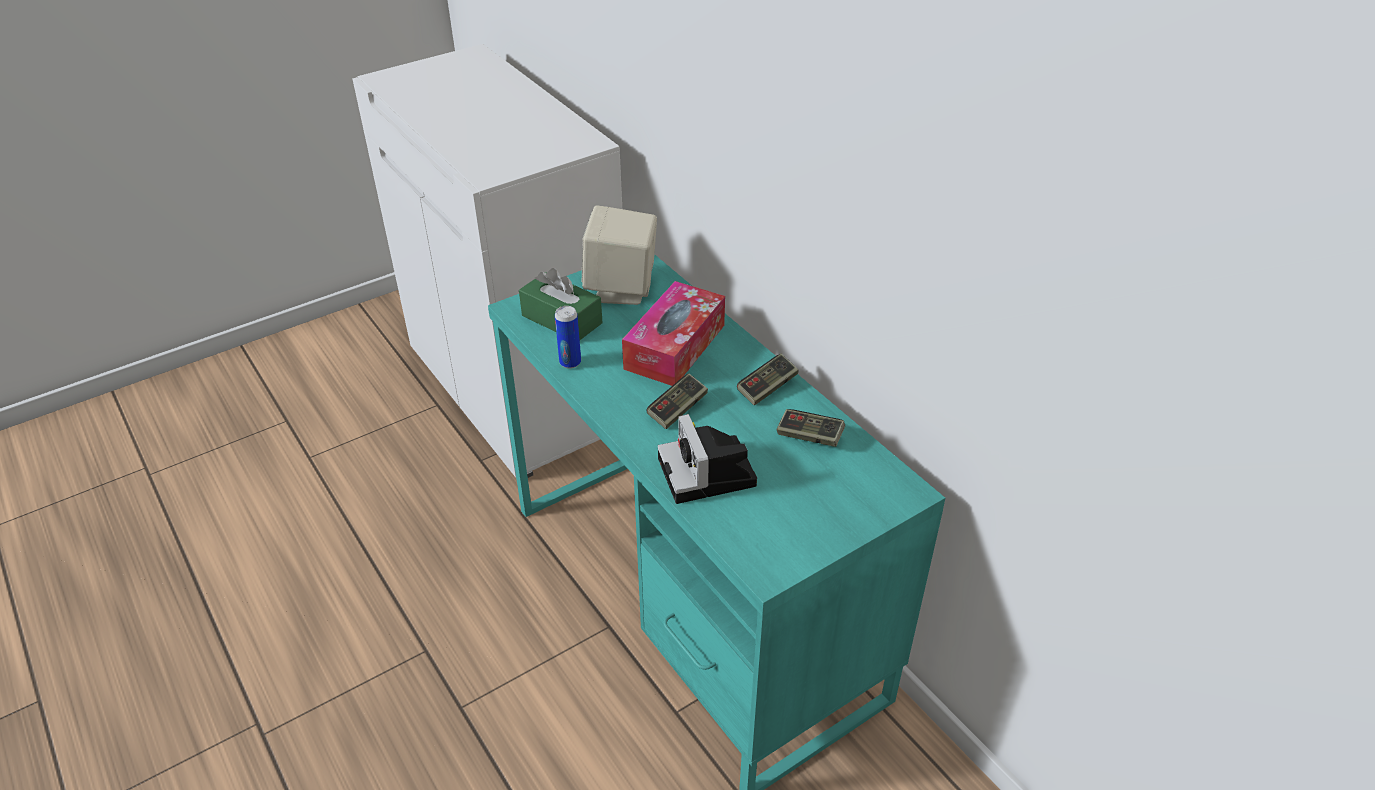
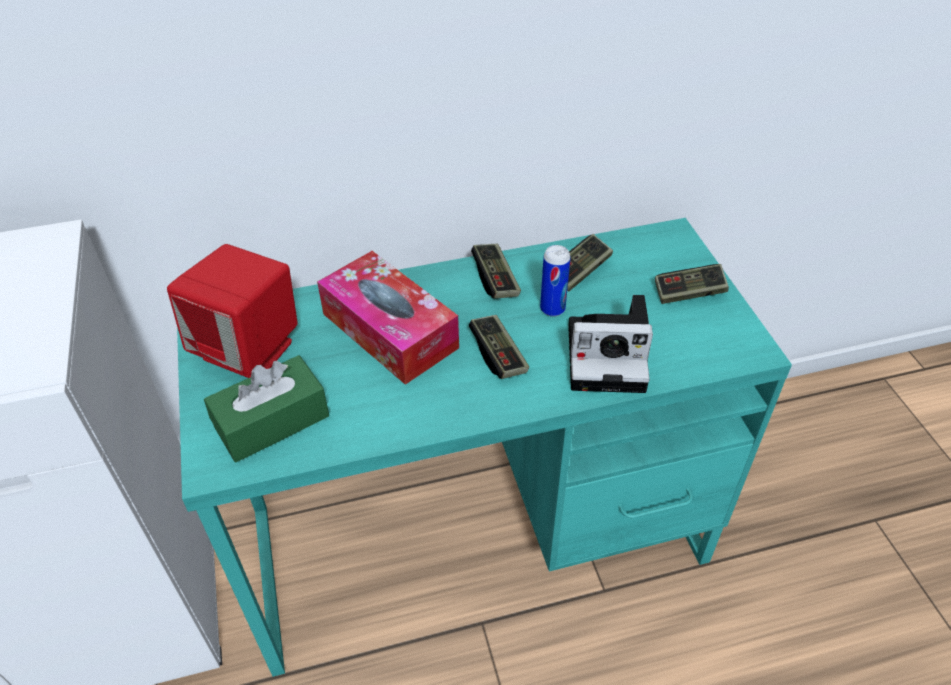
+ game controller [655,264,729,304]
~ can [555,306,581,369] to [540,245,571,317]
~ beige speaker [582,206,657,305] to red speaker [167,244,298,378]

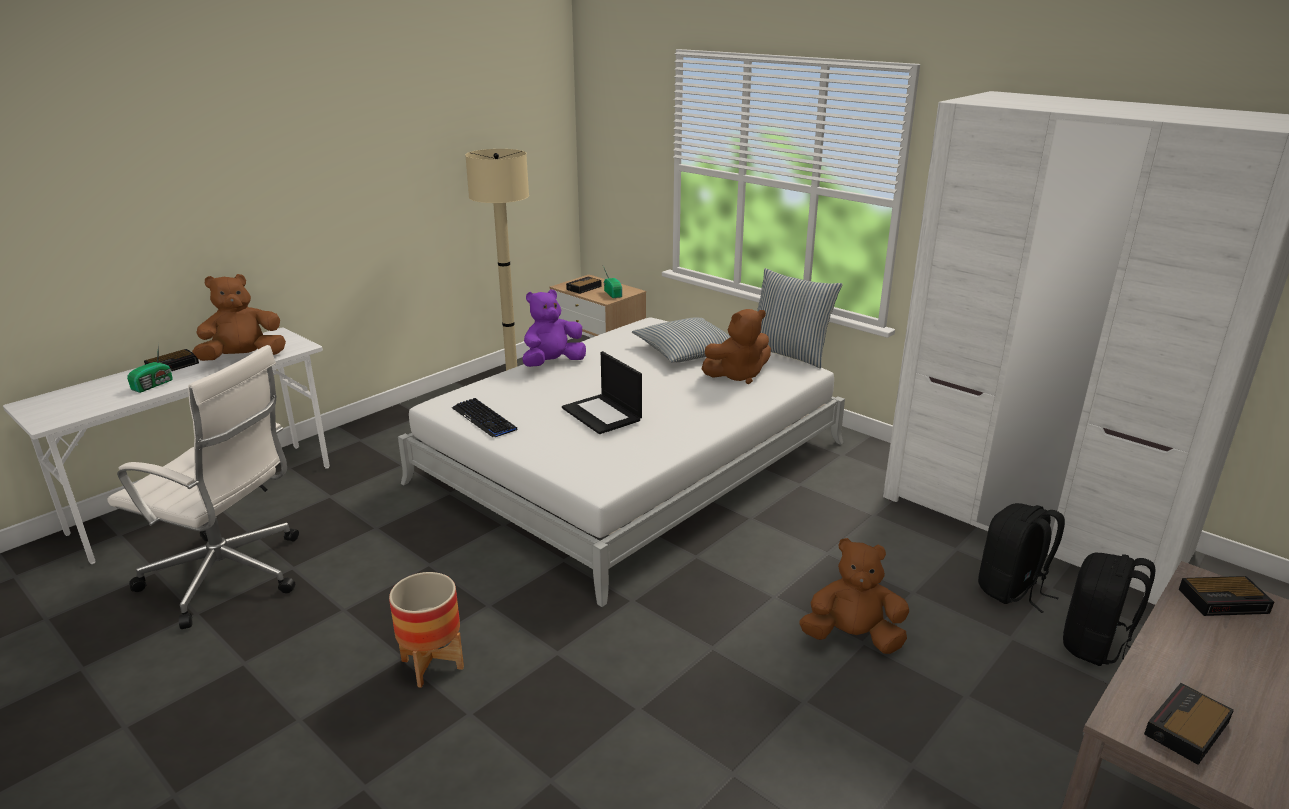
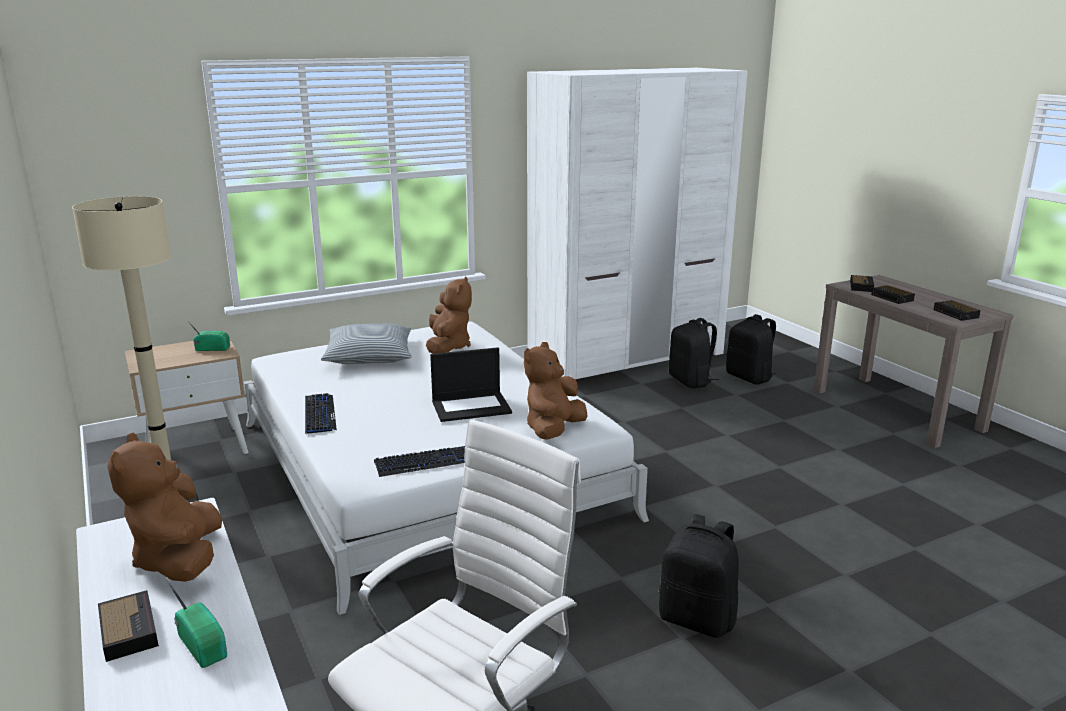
- pillow [757,268,843,368]
~ alarm clock [566,277,601,294] to [871,285,915,304]
~ brown plush toy [799,538,909,654] to [524,342,588,440]
~ planter [389,572,464,688] to black backpack [659,514,739,638]
~ purple plush toy [522,289,586,367] to keyboard [305,393,337,434]

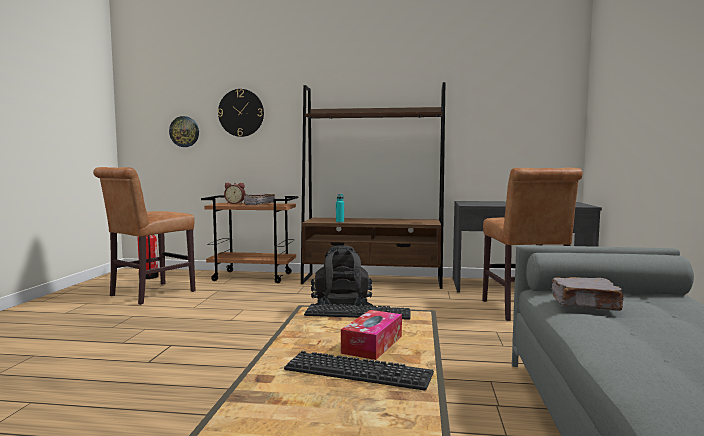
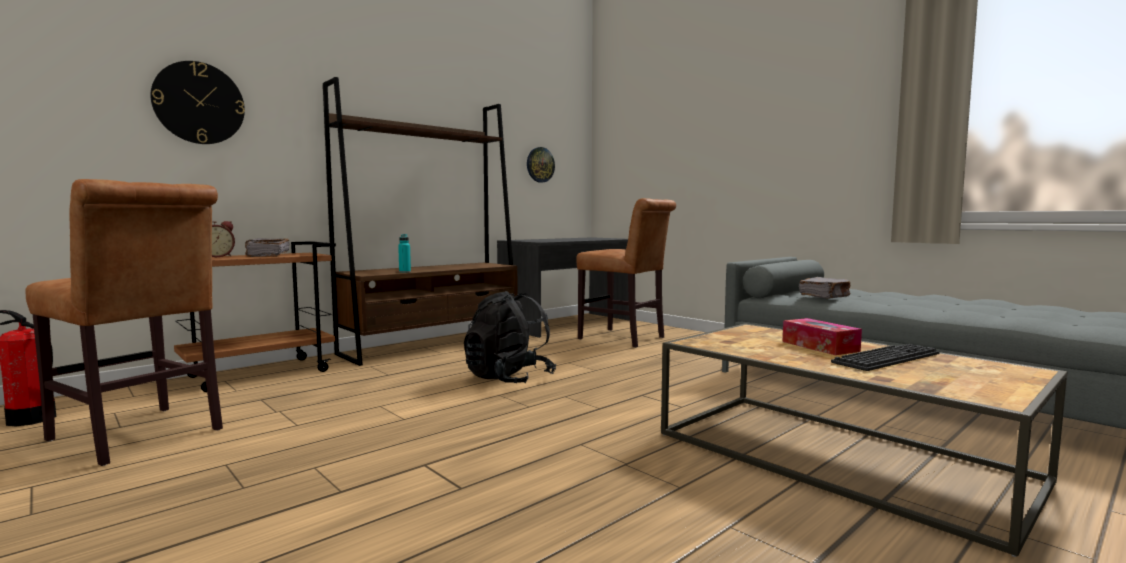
- keyboard [304,304,410,320]
~ wall clock [169,116,199,147] to [527,147,555,183]
~ brown chair [93,167,196,305] = [25,179,223,466] 45 degrees counterclockwise

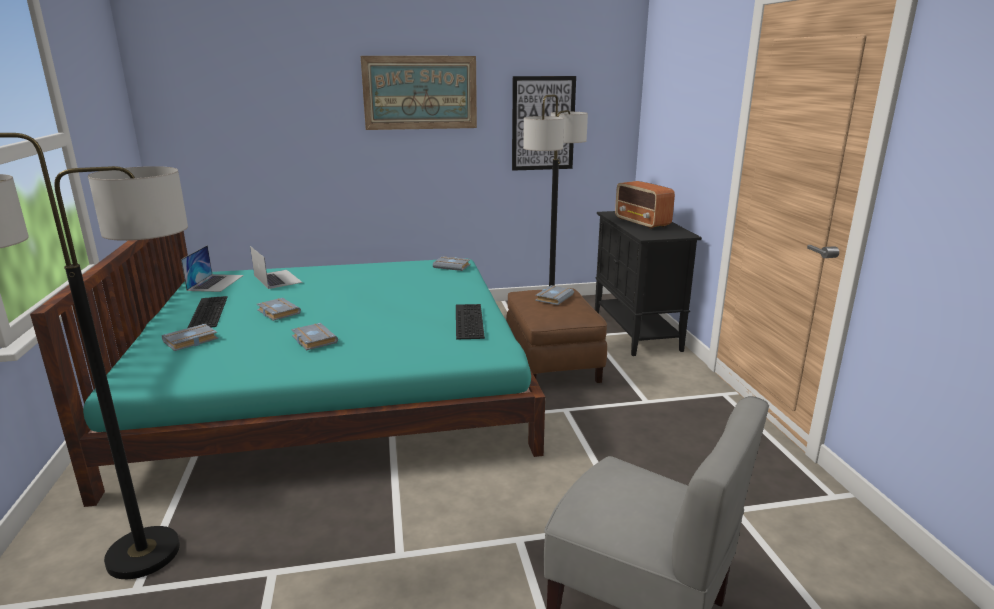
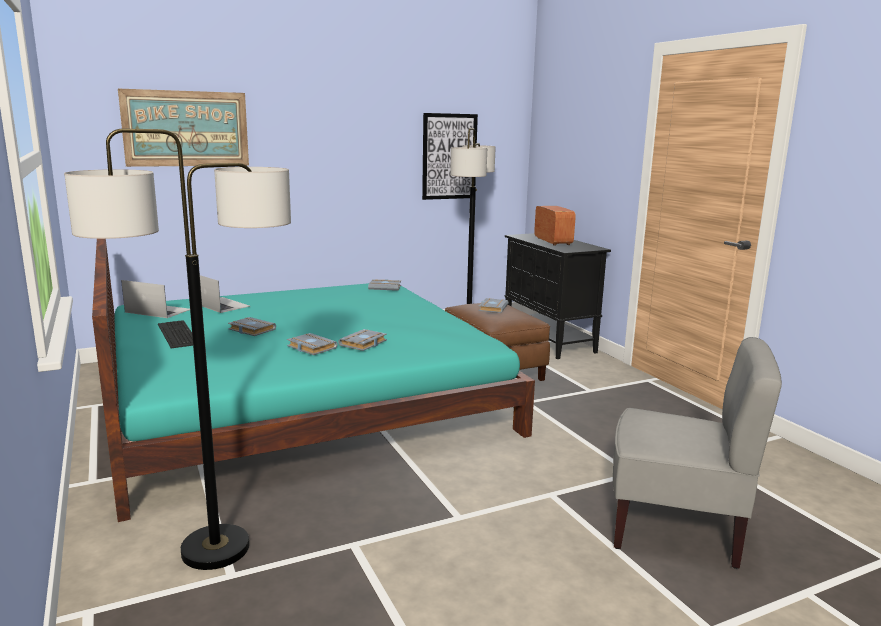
- keyboard [456,304,485,340]
~ grey book [162,324,218,351] to [338,329,387,351]
~ picture [360,56,477,130] to [118,89,249,167]
~ laptop [181,245,244,292] = [121,280,190,318] 60 degrees counterclockwise
~ radio [615,181,675,229] = [534,206,575,246] 150 degrees counterclockwise

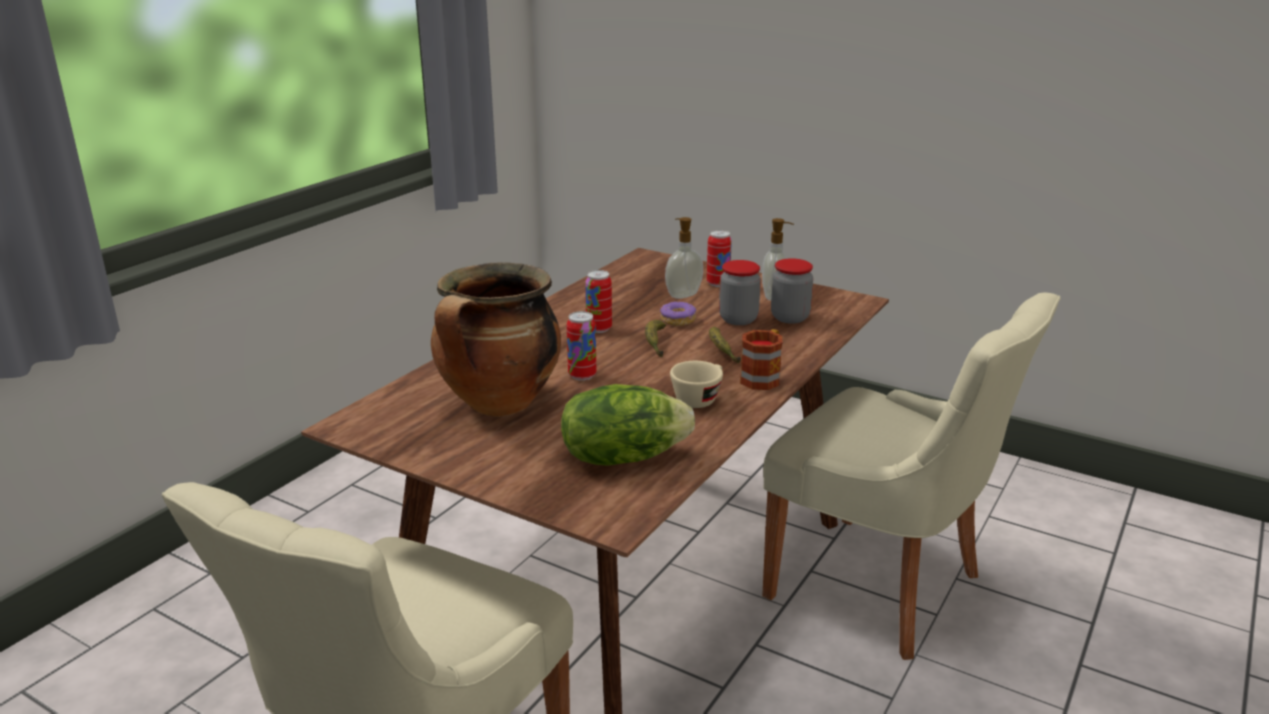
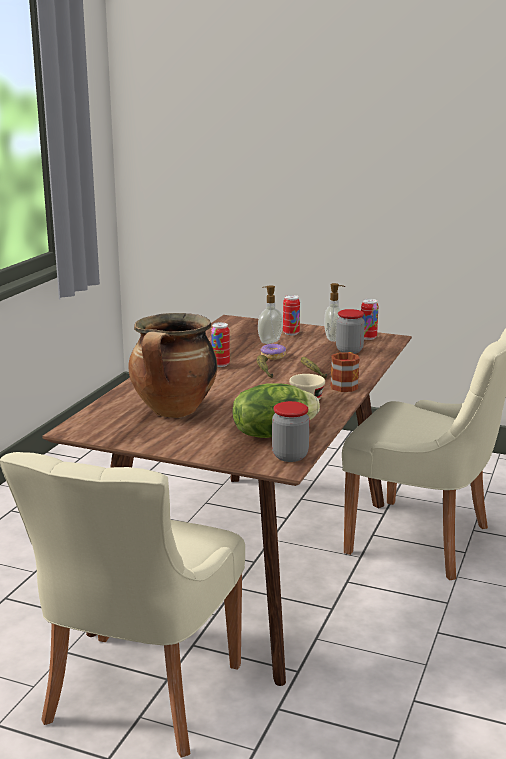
~ can [567,311,596,381] to [361,299,378,340]
~ jar [719,260,761,325] to [272,401,310,462]

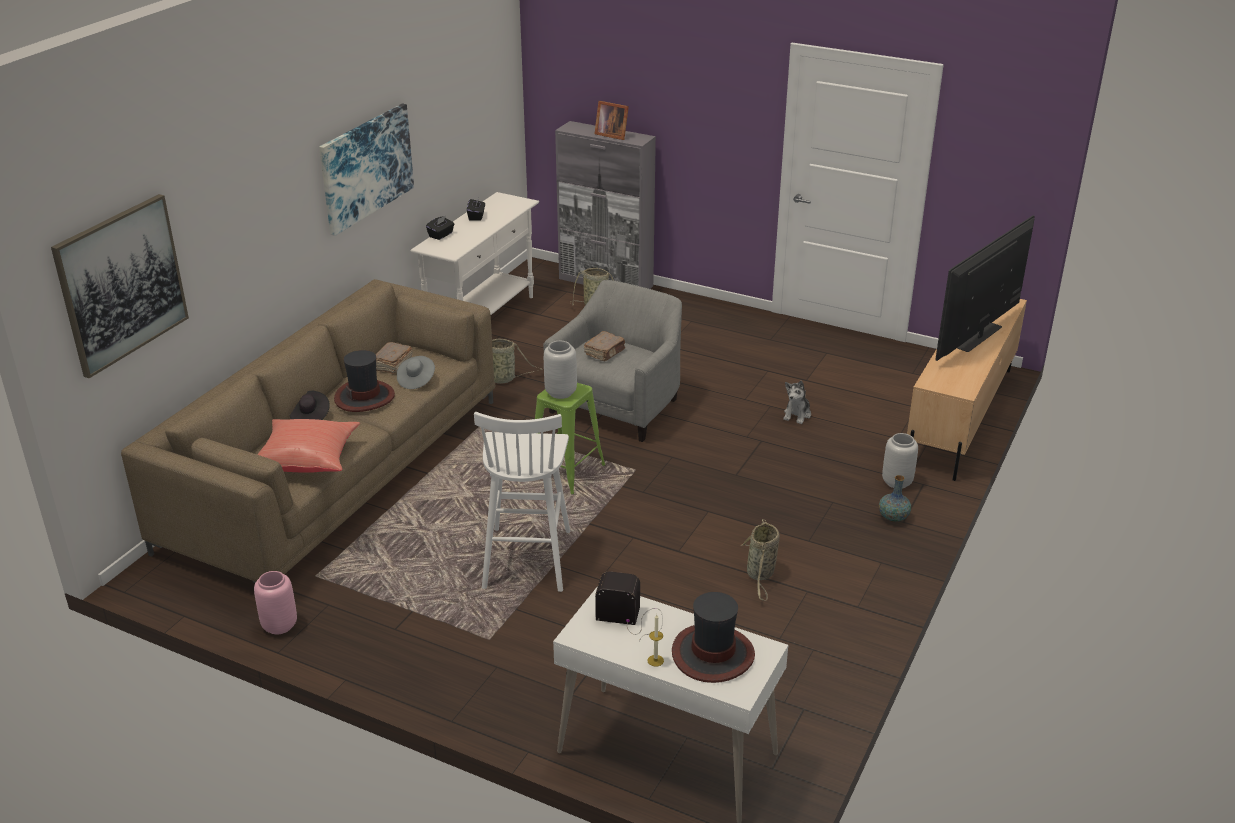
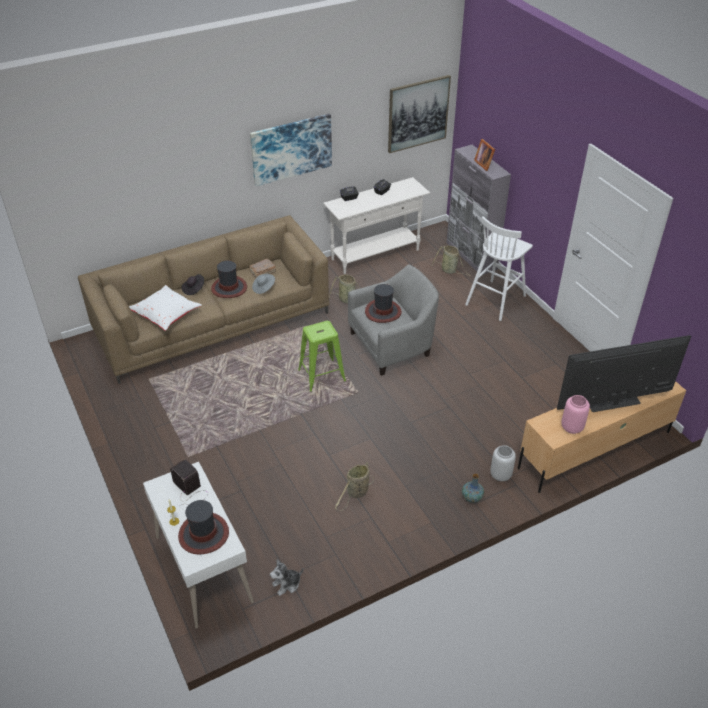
- grey vase [544,341,577,399]
~ picture [51,194,189,378] to [388,75,451,153]
~ pink vase [254,571,297,634] to [561,395,590,434]
~ white stool [474,412,571,592] to [465,216,533,321]
~ plush toy [783,380,811,424] to [270,559,303,596]
~ brown book [584,331,625,361] to hat [365,284,402,323]
~ red pillow [257,419,360,473] to white pillow [129,285,202,331]

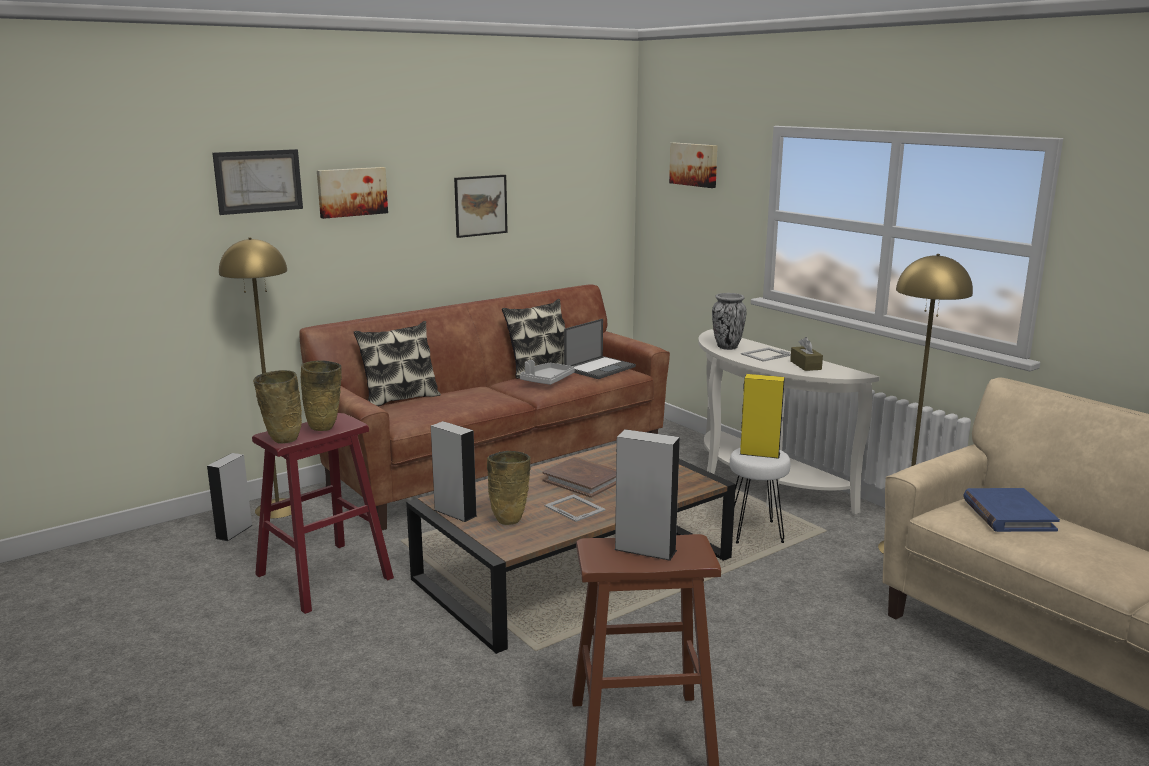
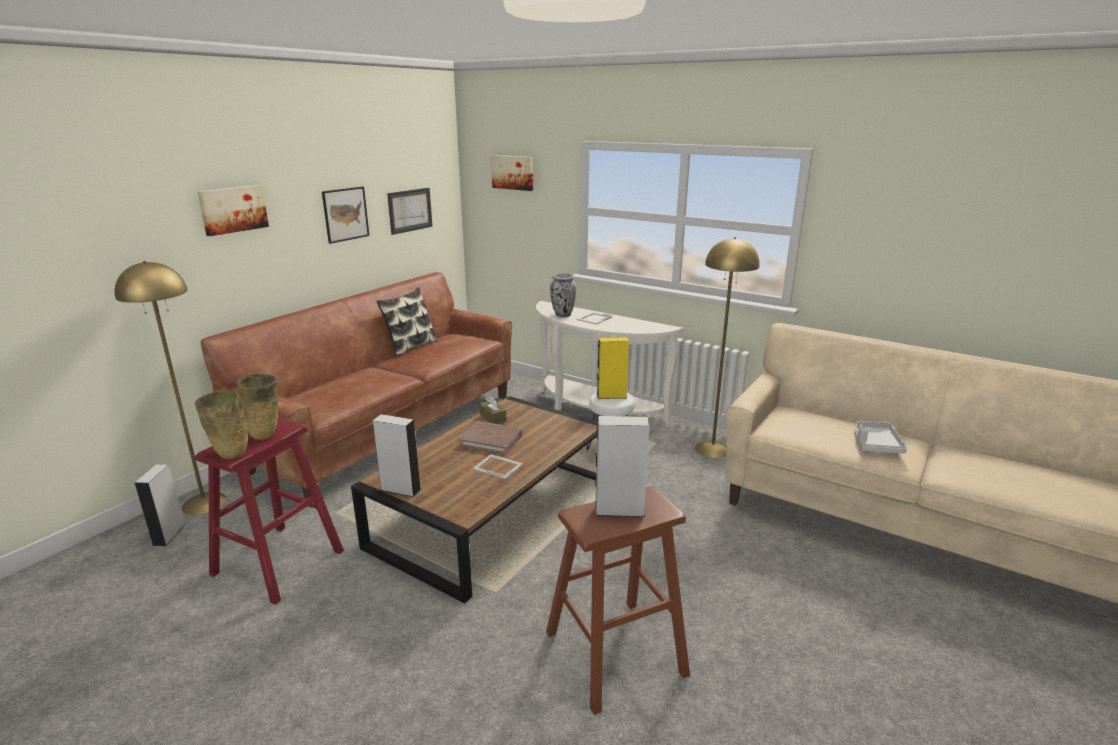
- pillow [354,321,441,406]
- beige vase [487,451,531,525]
- laptop [564,319,636,379]
- blue book [964,488,1060,532]
~ picture [212,149,303,215] to [387,188,432,235]
~ grey tray [520,360,575,385] to [854,421,907,454]
~ brown tissue box [790,337,823,371] to [480,395,507,424]

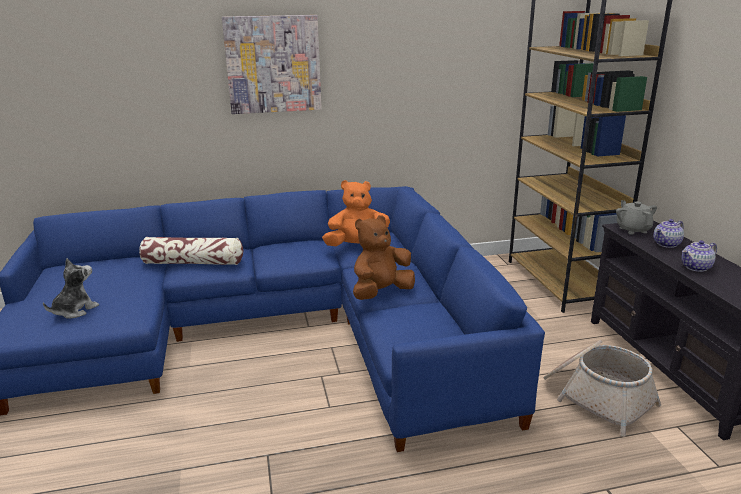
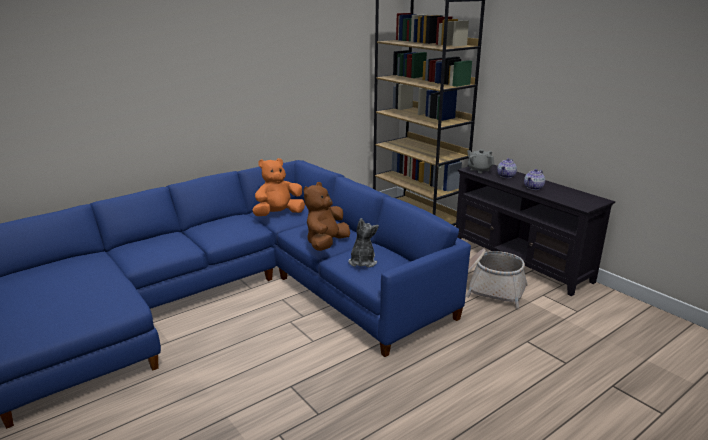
- pillow [139,237,243,265]
- picture [222,15,322,114]
~ plush toy [43,258,99,319] to [349,218,379,268]

